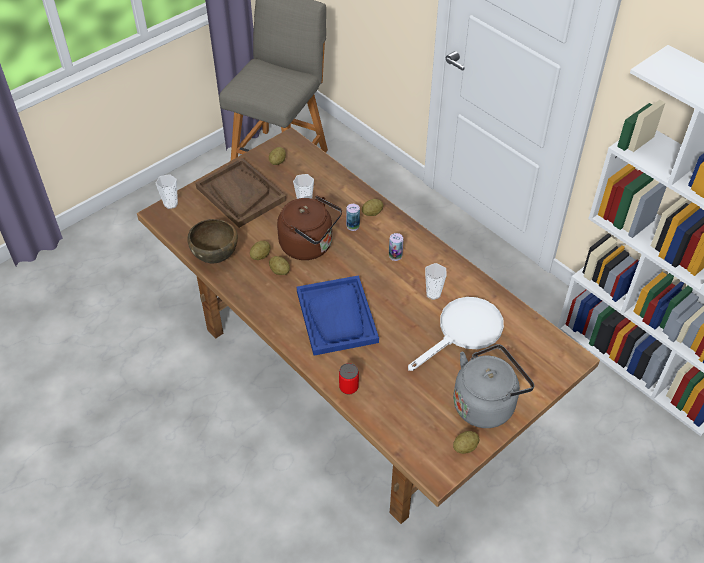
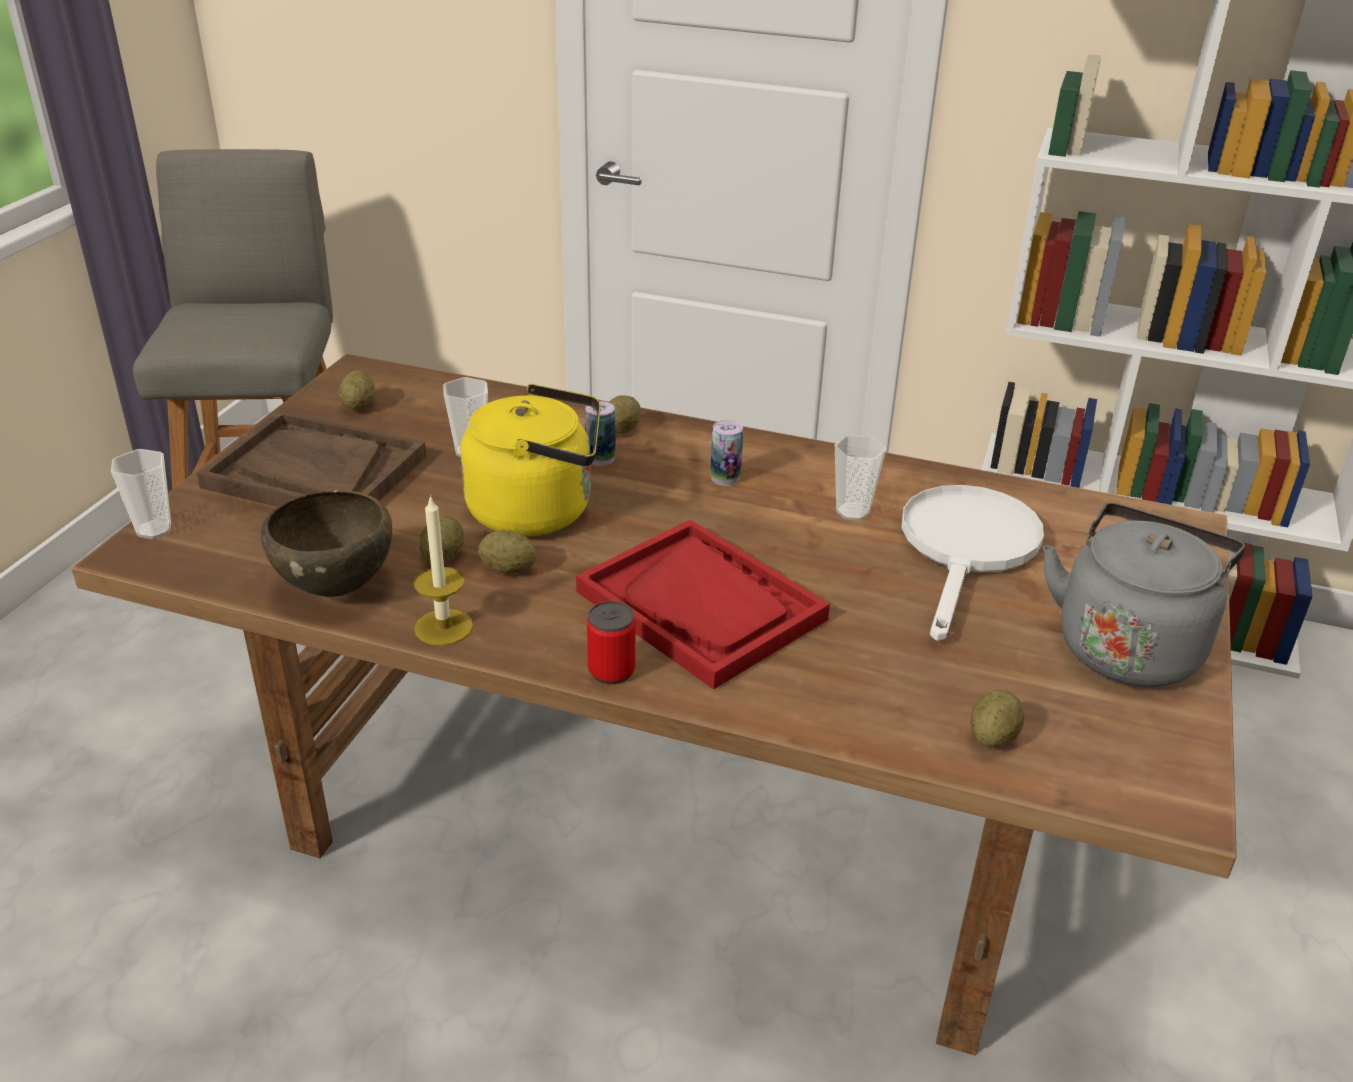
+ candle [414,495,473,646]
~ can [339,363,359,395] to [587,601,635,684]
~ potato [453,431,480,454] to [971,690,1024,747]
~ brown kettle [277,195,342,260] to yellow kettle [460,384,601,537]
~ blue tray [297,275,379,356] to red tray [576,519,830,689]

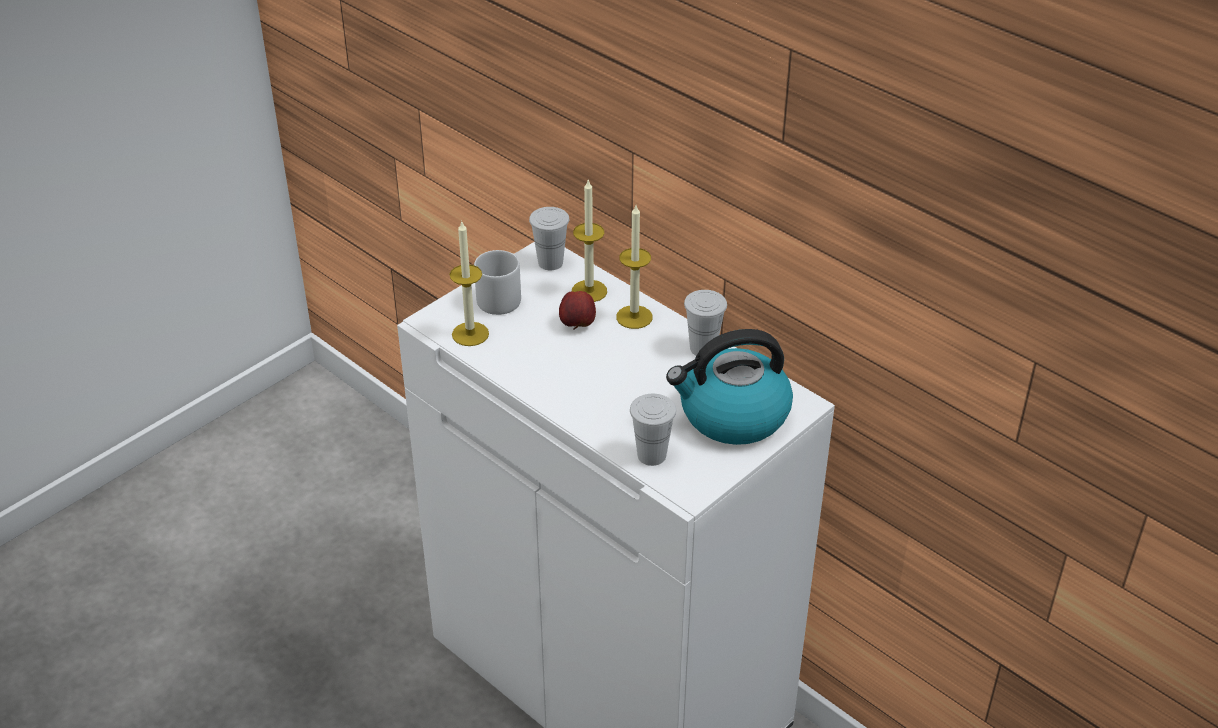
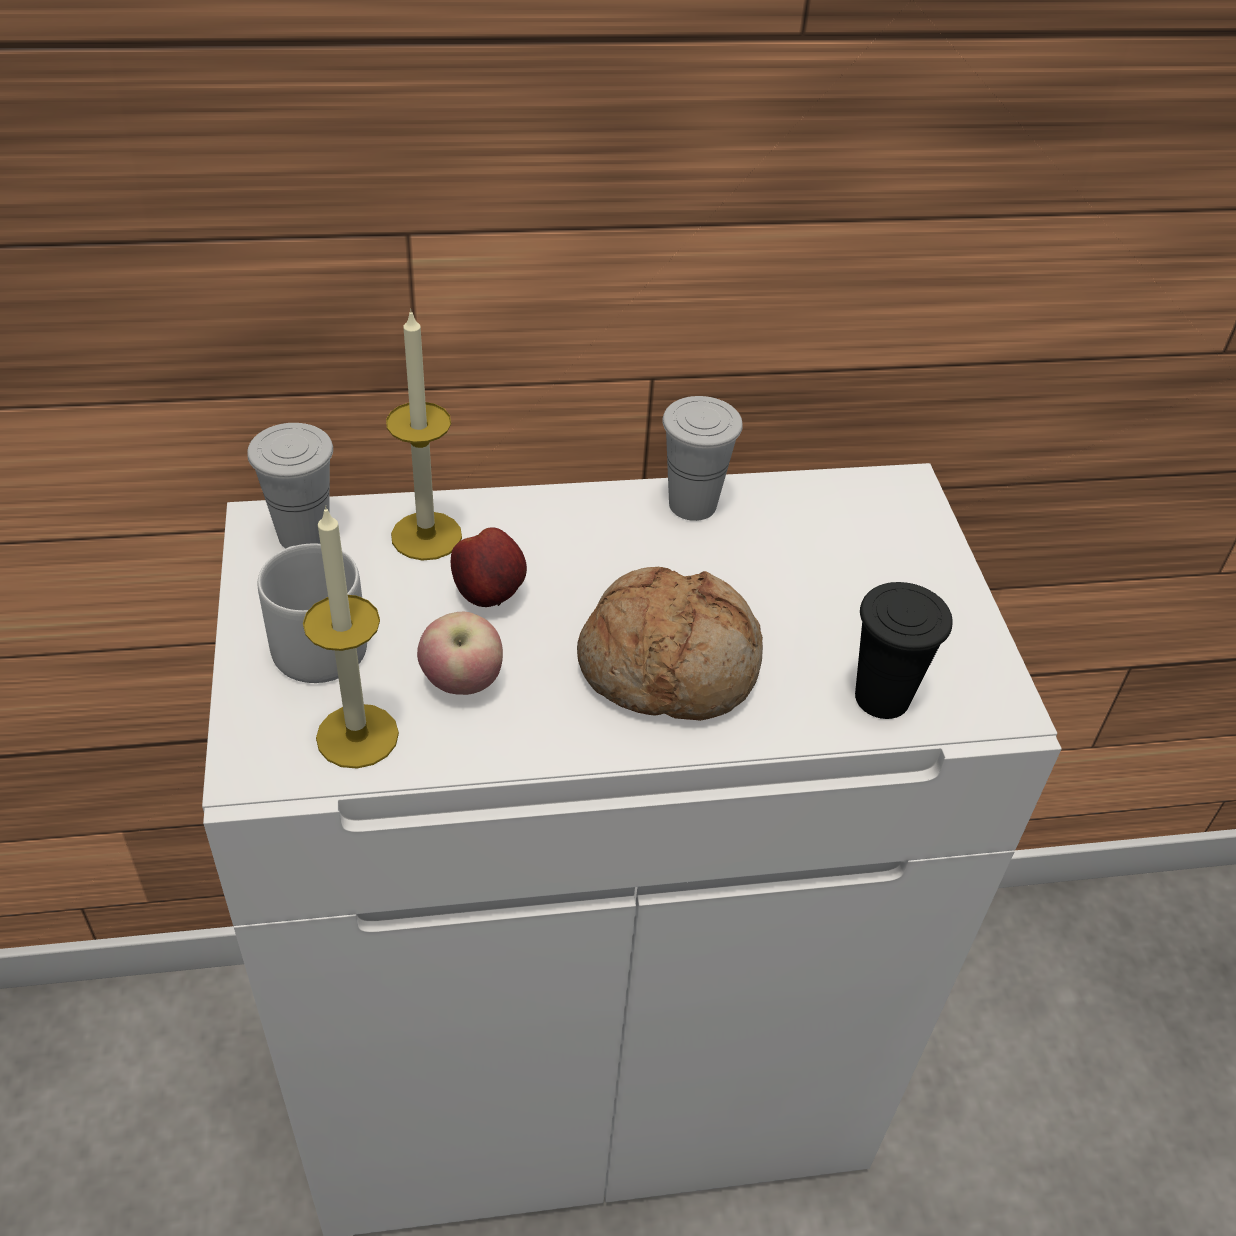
- candle [616,205,652,329]
- kettle [666,329,793,445]
+ apple [417,612,503,695]
+ bread [577,567,763,721]
~ white cup [630,394,676,466] to black cup [855,582,953,719]

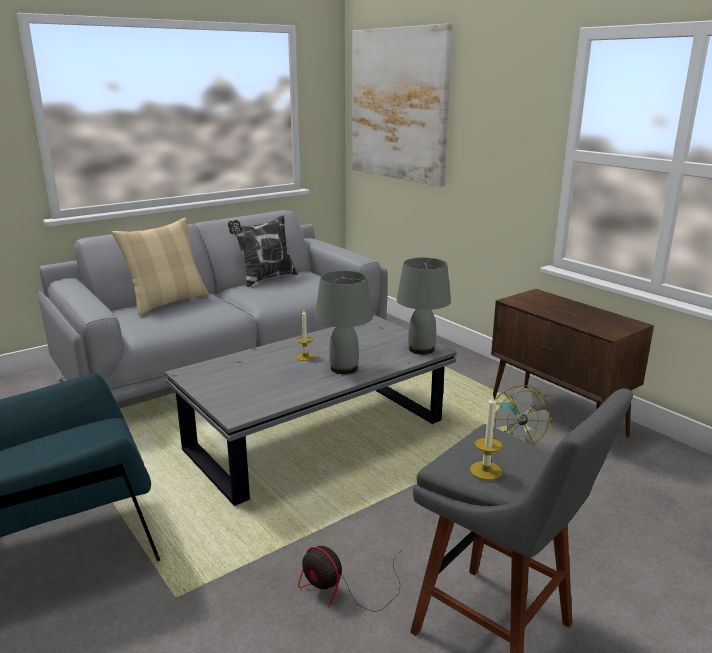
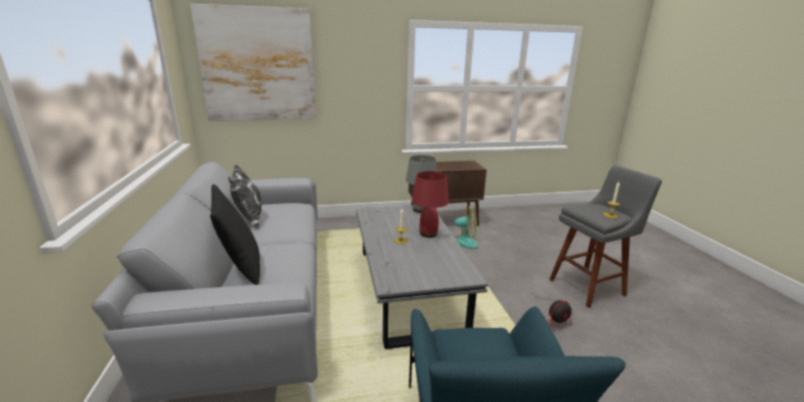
~ beige pillow [112,217,209,316] to black pillow [210,184,260,285]
~ grey table lamp [315,271,373,374] to red table lamp [412,171,449,238]

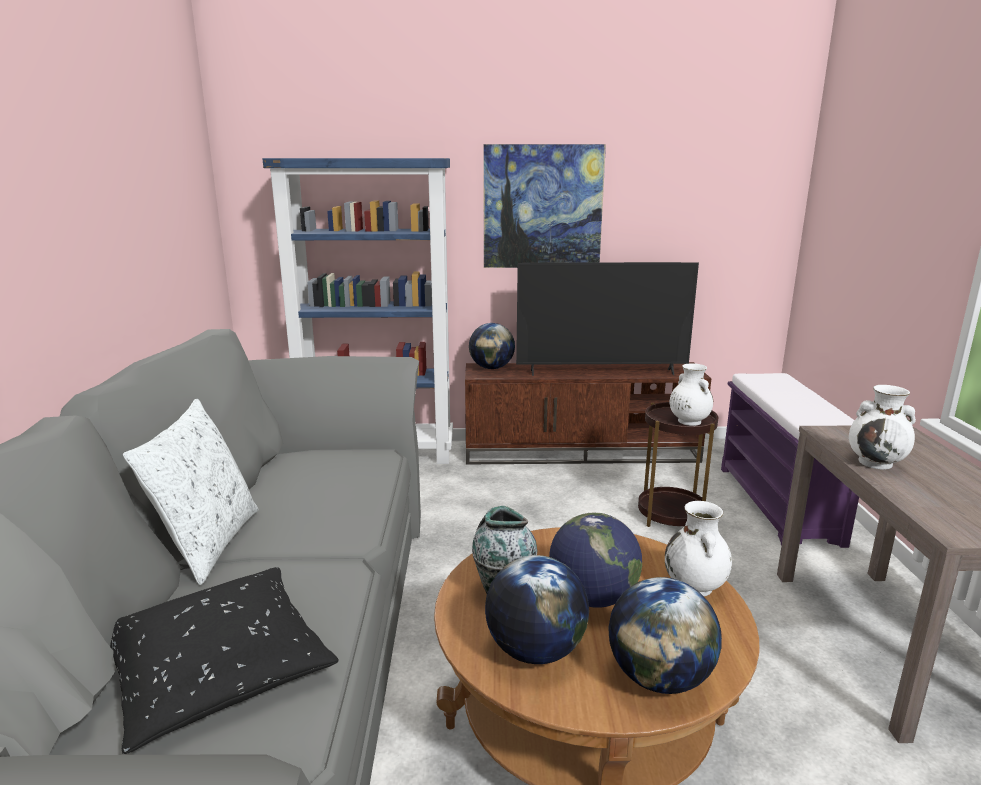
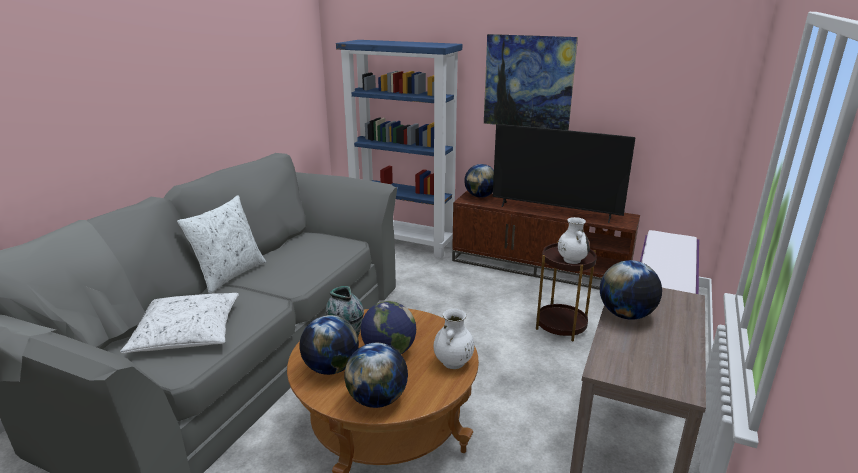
~ white vase [849,385,916,470] to globe [600,260,662,320]
~ black pillow [110,567,338,754] to white pillow [120,293,239,353]

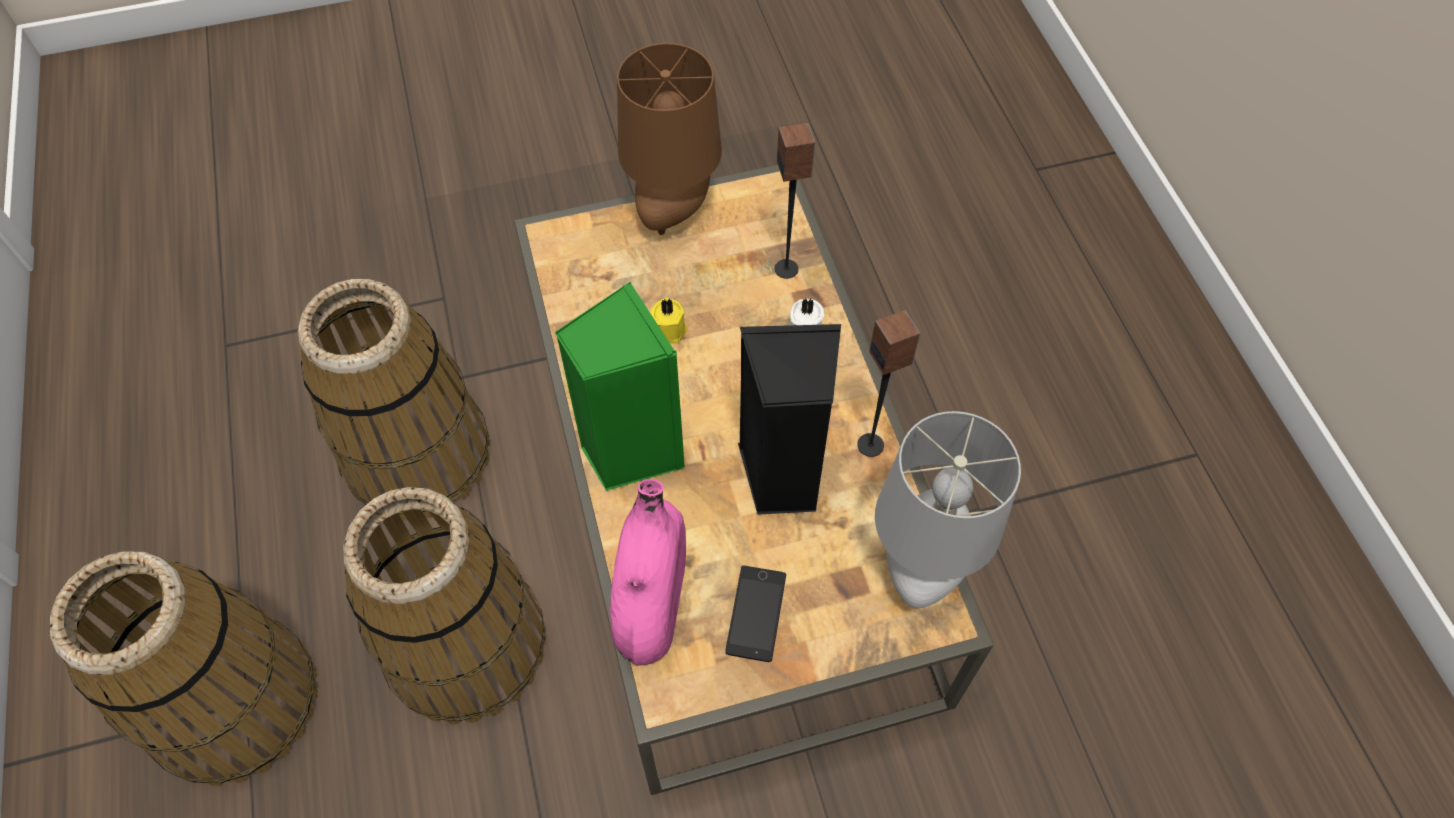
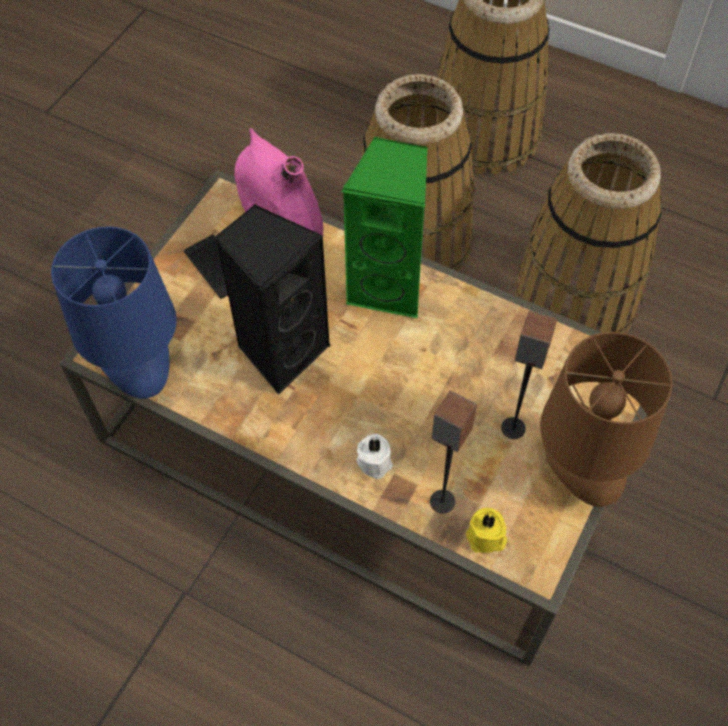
~ yellow candle [650,298,687,344] to [466,508,507,553]
~ speaker [857,310,920,457] to [501,310,557,439]
~ grey table lamp [875,411,1021,608] to blue table lamp [51,226,177,399]

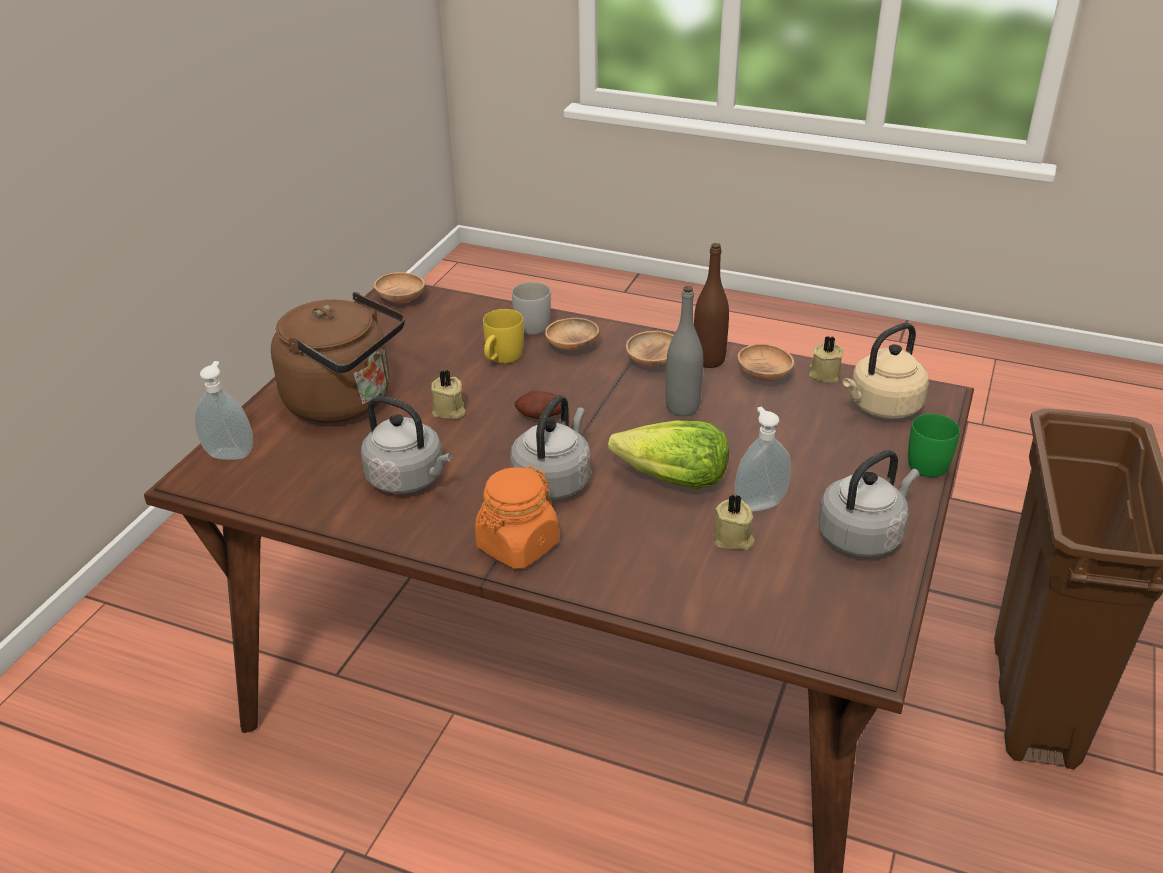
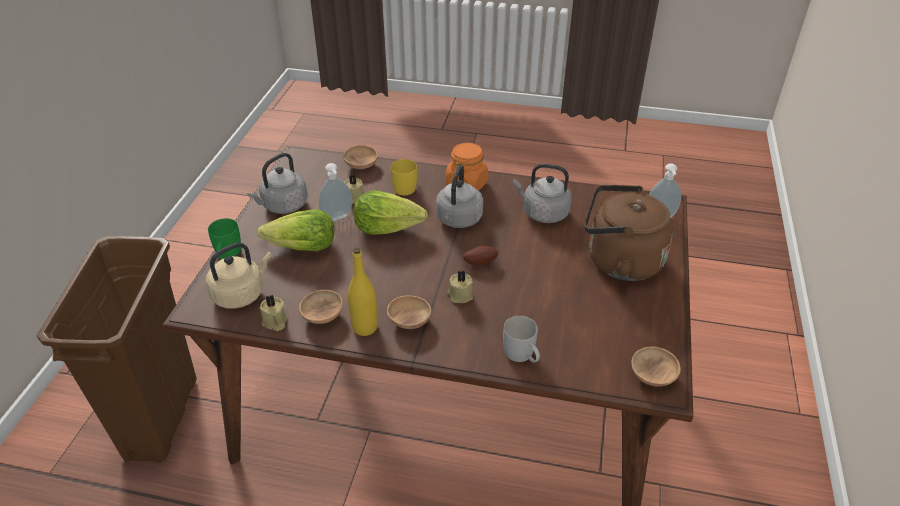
- grey bottle [666,286,703,416]
+ lettuce [258,209,334,251]
~ beige candle [431,370,465,419] to [447,270,473,303]
~ yellow mug [483,309,524,363] to [391,159,417,195]
~ brown bowl [545,318,599,351] to [343,145,378,169]
~ brown bottle [694,243,729,368] to yellow bottle [348,248,378,336]

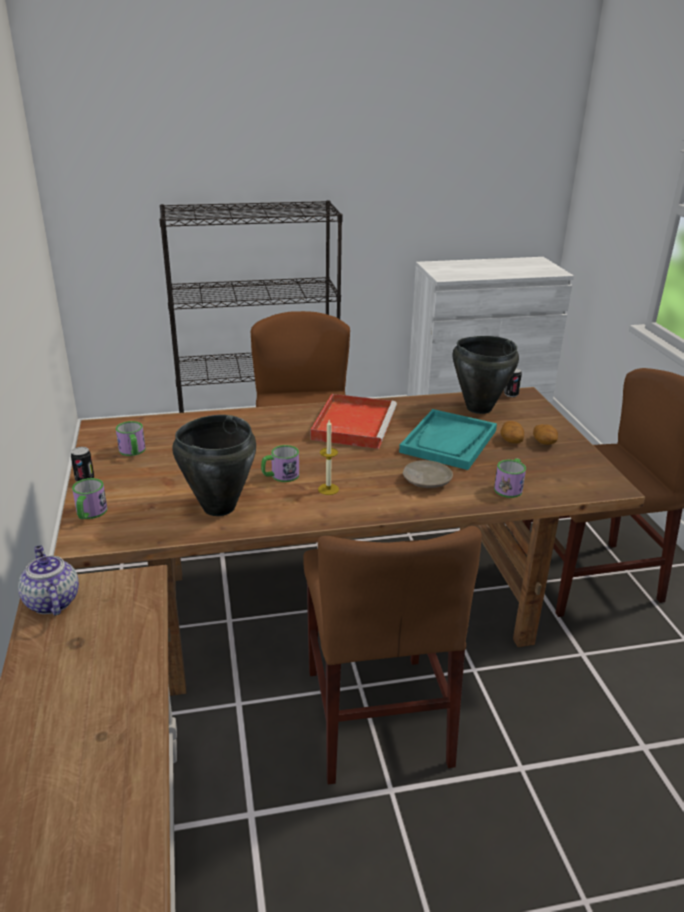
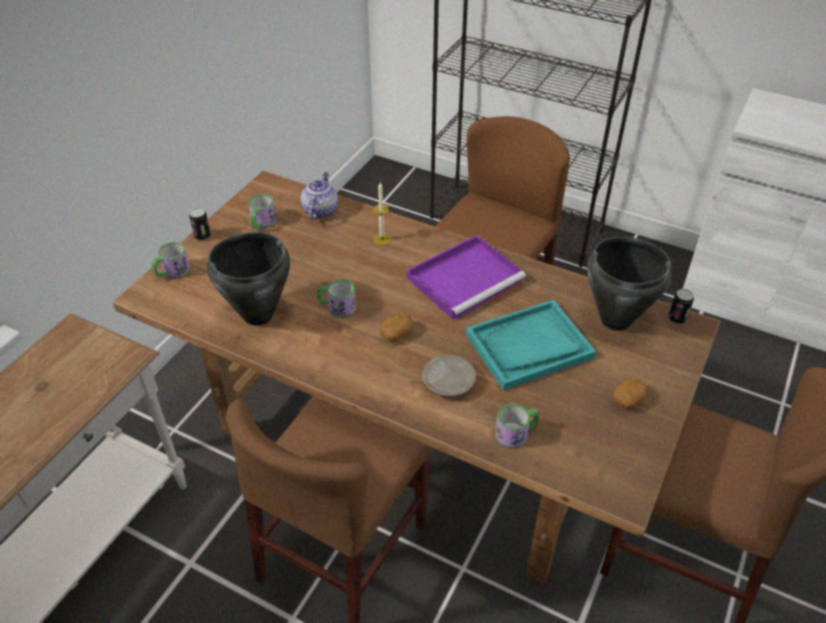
~ teapot [18,545,79,616] to [301,172,338,220]
~ candle [318,420,339,495] to [373,182,391,245]
~ potato [500,421,524,443] to [380,313,413,342]
~ red tray [311,394,397,449] to purple tray [407,235,526,321]

